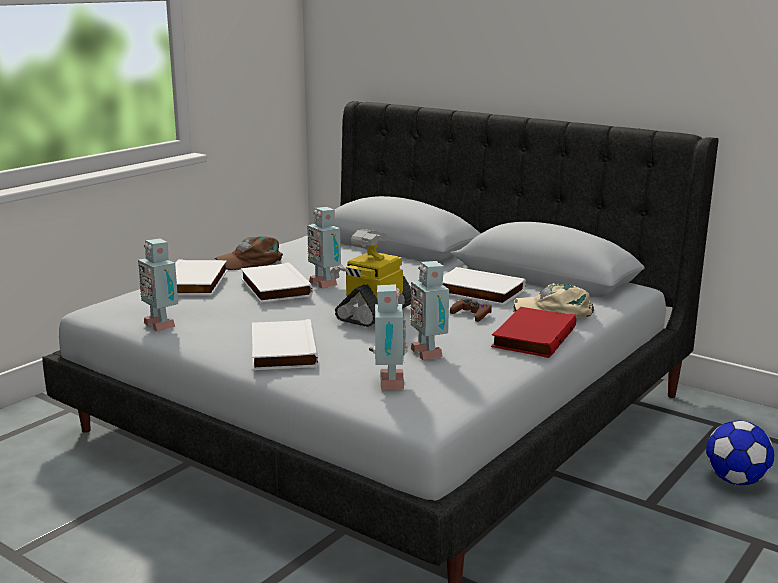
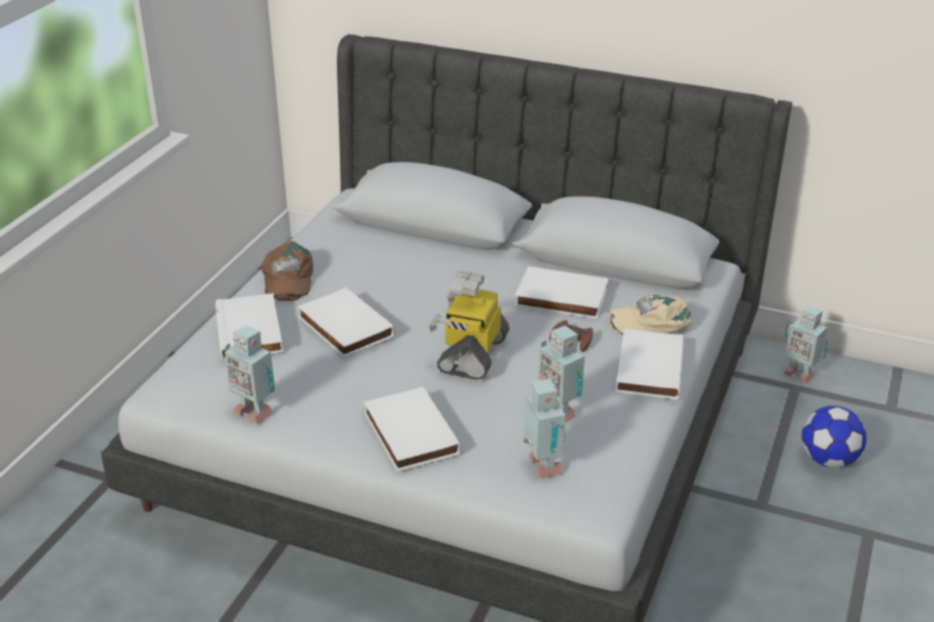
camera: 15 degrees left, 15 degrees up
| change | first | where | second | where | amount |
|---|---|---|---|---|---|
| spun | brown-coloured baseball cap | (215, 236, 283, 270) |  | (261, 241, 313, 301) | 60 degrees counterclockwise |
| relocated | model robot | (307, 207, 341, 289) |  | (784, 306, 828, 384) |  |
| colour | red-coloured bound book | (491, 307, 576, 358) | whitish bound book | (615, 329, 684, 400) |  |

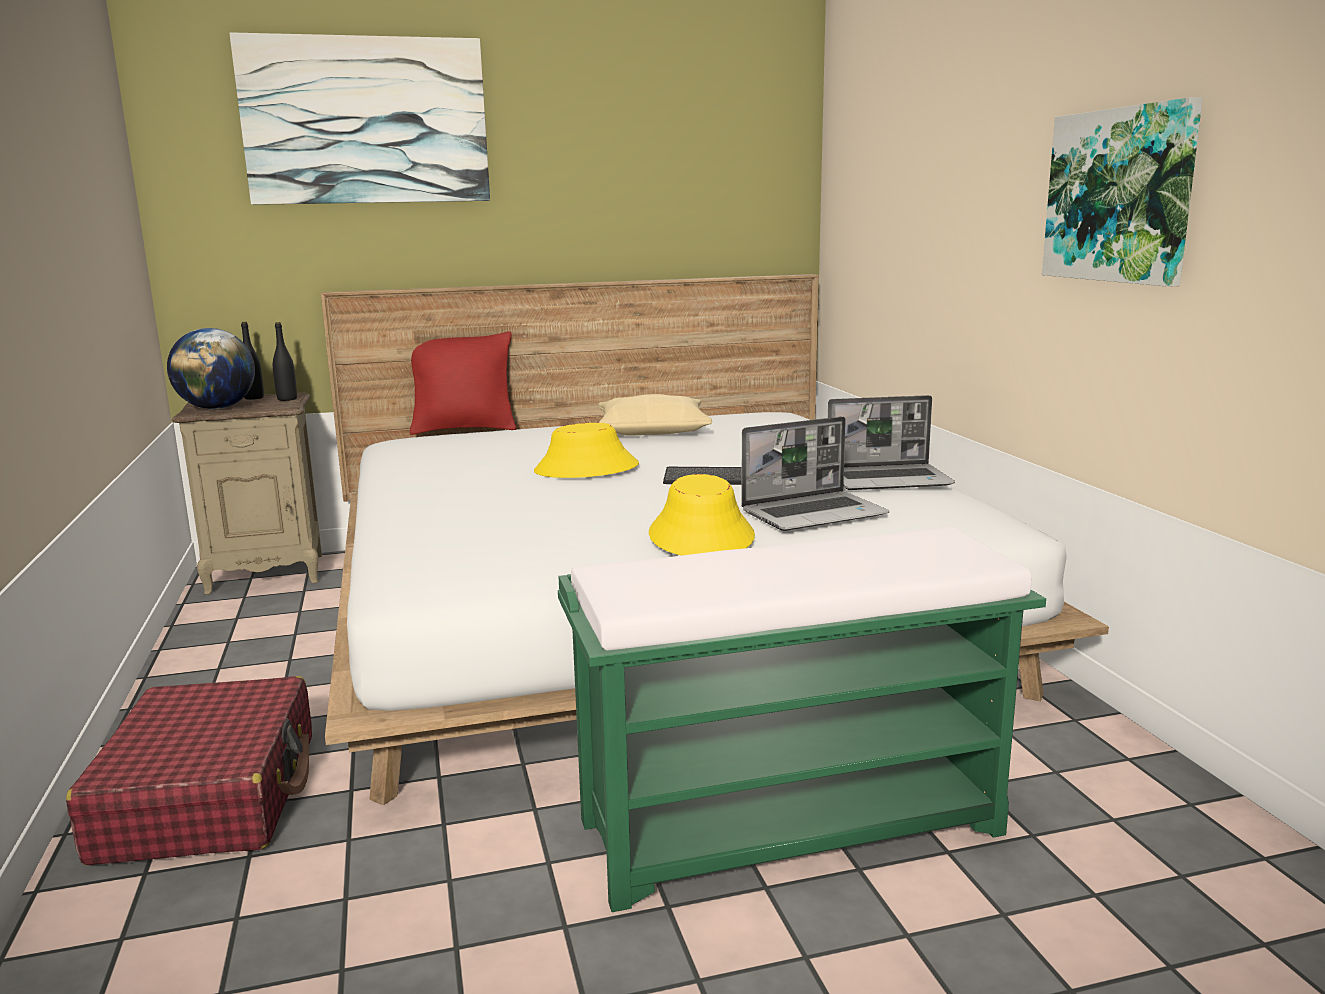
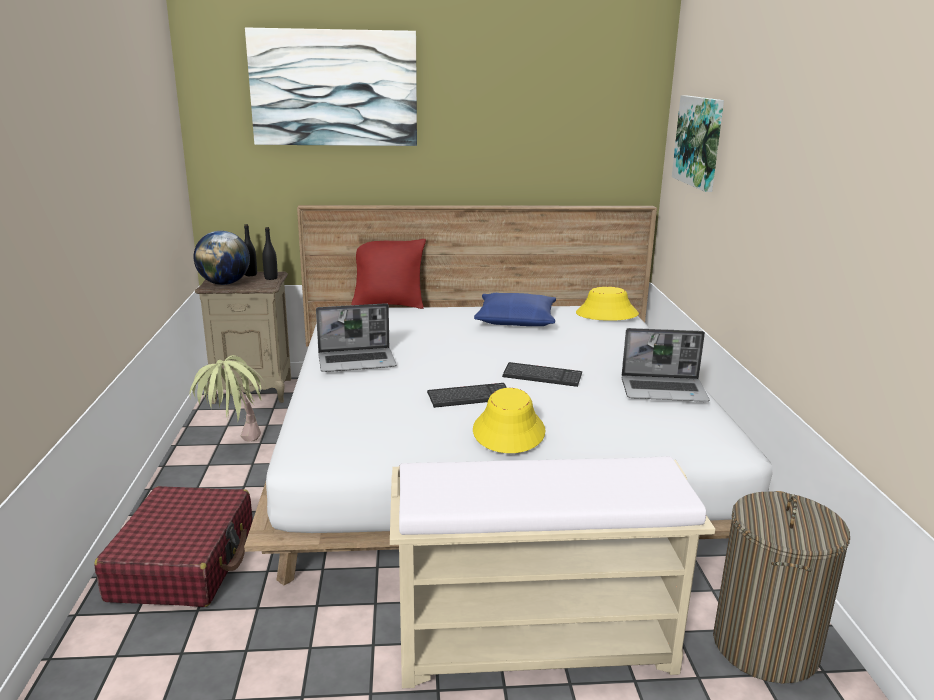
camera: 10 degrees right, 5 degrees up
| change | first | where | second | where | amount |
|---|---|---|---|---|---|
| relocated | yellow-coloured hat | (534, 423, 639, 478) |  | (576, 287, 639, 321) |  |
| colour | green long seat | (558, 526, 1046, 912) | beige long seat | (390, 456, 715, 688) |  |
| colour | beige throw pillow | (598, 394, 712, 436) | blue-coloured throw pillow | (474, 293, 556, 326) |  |
| relocated | laptop | (741, 416, 889, 531) |  | (316, 303, 396, 372) |  |
| relocated | wall picture | (1042, 97, 1203, 287) |  | (672, 95, 724, 192) |  |
| appeared |  |  | plant in a pot | (189, 355, 266, 442) |  |
| appeared |  |  | keyboard | (427, 383, 507, 408) |  |
| appeared |  |  | hamper | (713, 491, 850, 684) |  |

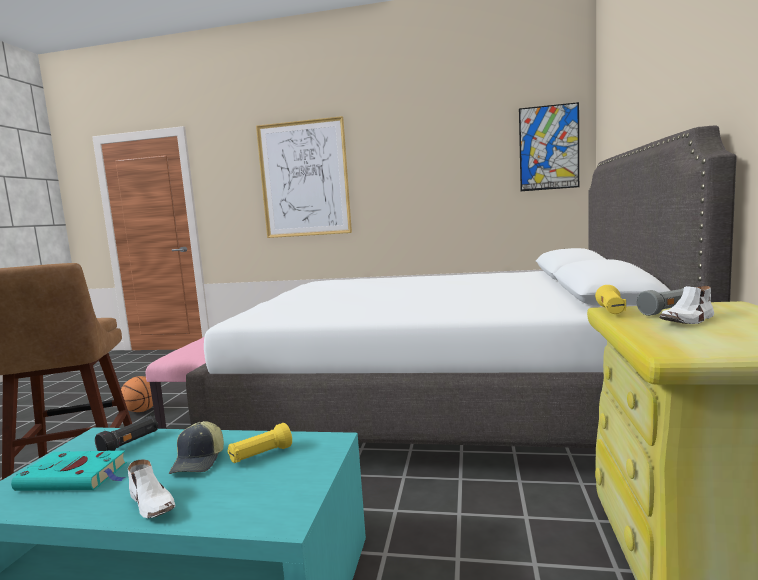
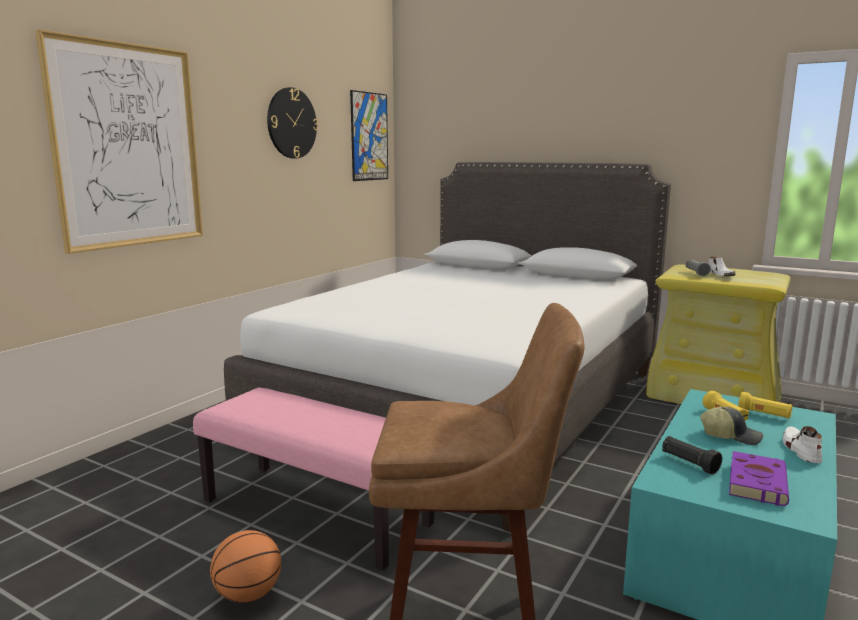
camera: 70 degrees left, 5 degrees up
| change | first | where | second | where | amount |
|---|---|---|---|---|---|
| colour | turquoise-coloured bound book | (11, 451, 127, 491) | purple bound book | (729, 451, 789, 506) |  |
| spun | whitish shoe | (128, 460, 175, 518) |  | (783, 426, 822, 464) | 60 degrees counterclockwise |
| relocated | yellow-coloured flashlight | (595, 285, 626, 314) |  | (738, 392, 792, 419) |  |
| appeared |  |  | hanging clock | (267, 87, 318, 159) |  |

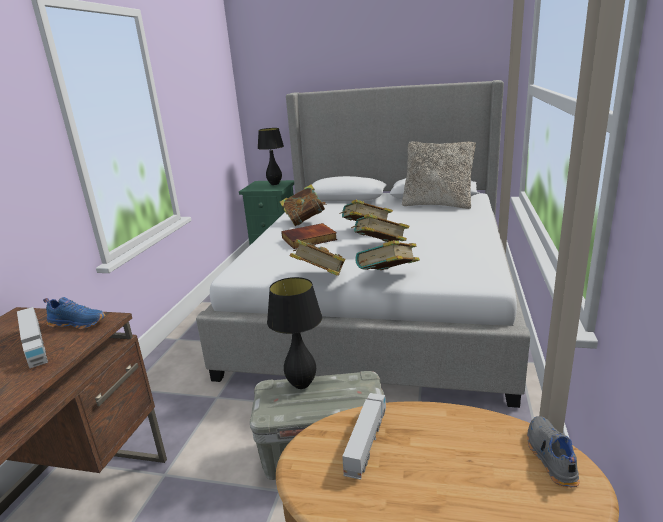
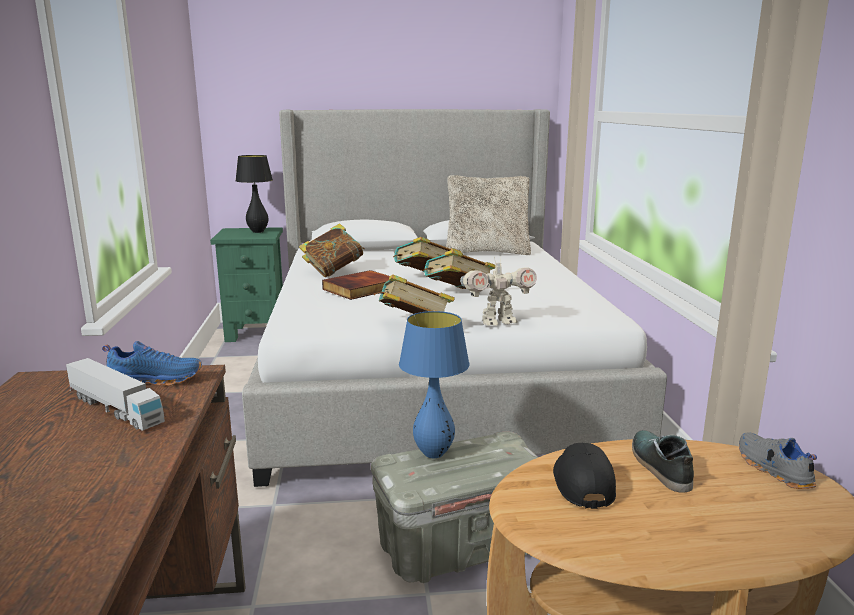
camera: 20 degrees left, 5 degrees down
| change | first | where | second | where | amount |
|---|---|---|---|---|---|
| colour | black-coloured tabletop lamp | (267, 277, 322, 389) | blue-coloured tabletop lamp | (399, 311, 470, 458) |  |
| exchanged | toy lorry | (342, 393, 386, 480) | black-coloured baseball cap | (553, 443, 616, 509) |  |
| exchanged | bound book | (355, 240, 420, 270) | model robot | (460, 257, 537, 326) |  |
| appeared |  |  | shoe | (632, 430, 694, 492) |  |

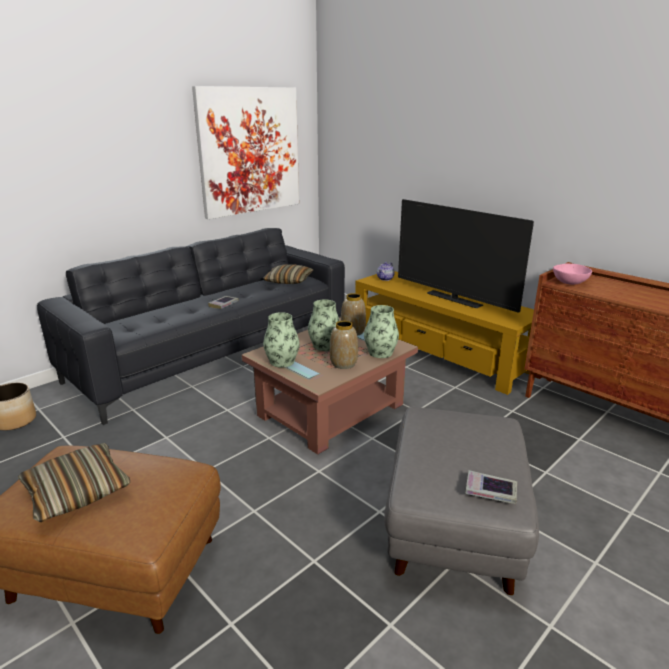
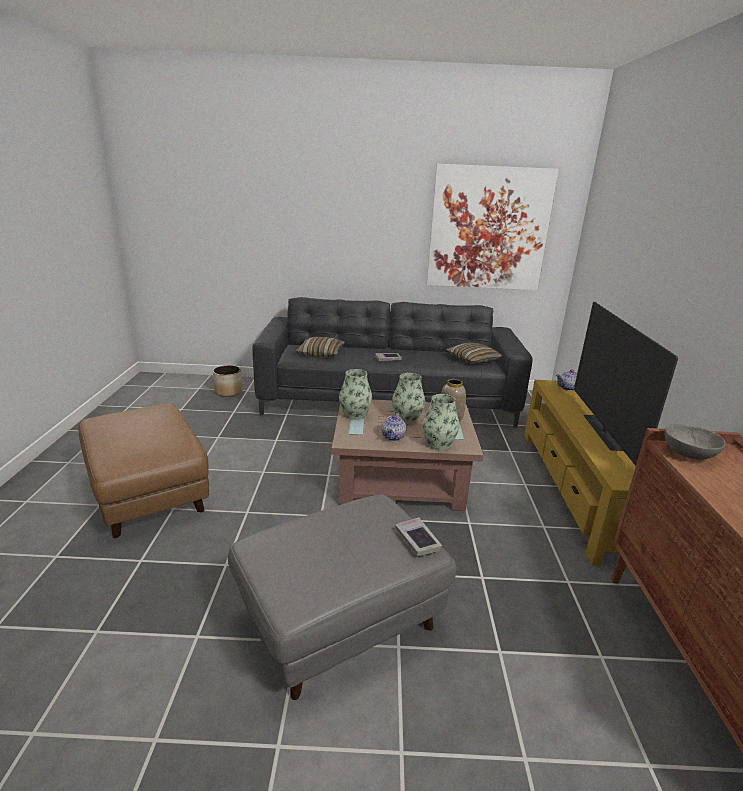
camera: 45 degrees right, 0 degrees up
| change | first | where | second | where | amount |
|---|---|---|---|---|---|
| relocated | throw pillow | (18, 443, 130, 523) |  | (296, 337, 345, 357) |  |
| exchanged | decorative vase | (330, 321, 358, 369) | tea pot | (381, 413, 406, 441) |  |
| relocated | bound book | (465, 470, 517, 504) |  | (395, 517, 442, 556) |  |
| colour | pink-coloured serving bowl | (553, 263, 592, 285) | grey serving bowl | (665, 424, 726, 460) |  |

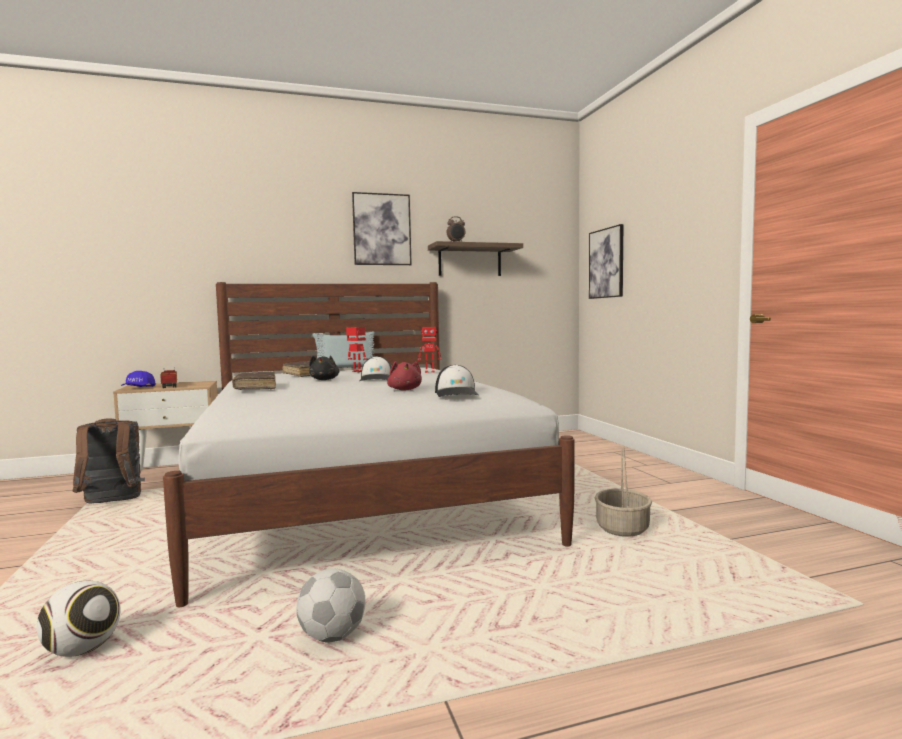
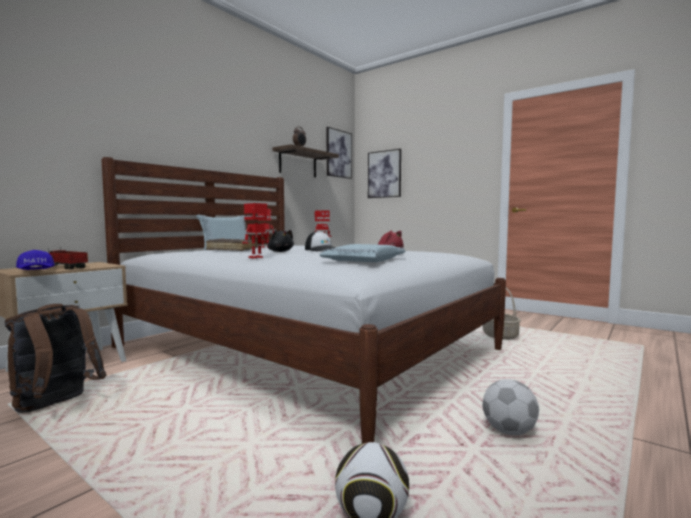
camera: 35 degrees left, 0 degrees up
| change | first | where | second | where | amount |
|---|---|---|---|---|---|
| exchanged | brown-coloured bound book | (232, 371, 276, 390) | model robot | (243, 203, 268, 258) |  |
| relocated | wall picture | (352, 192, 412, 265) |  | (327, 127, 352, 179) |  |
| missing | baseball cap | (435, 364, 478, 397) |  |  |  |
| appeared |  |  | blue-coloured throw pillow | (320, 244, 405, 262) |  |

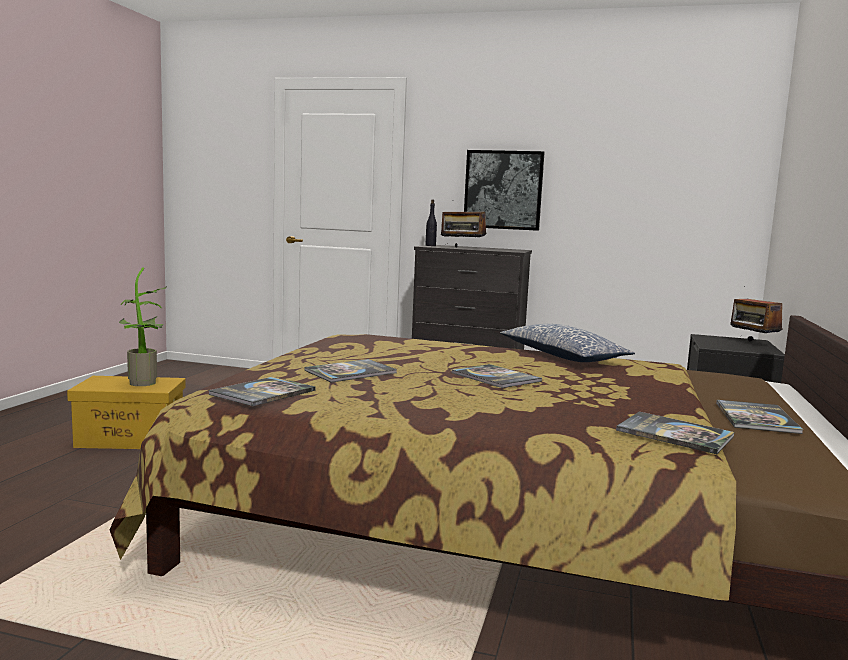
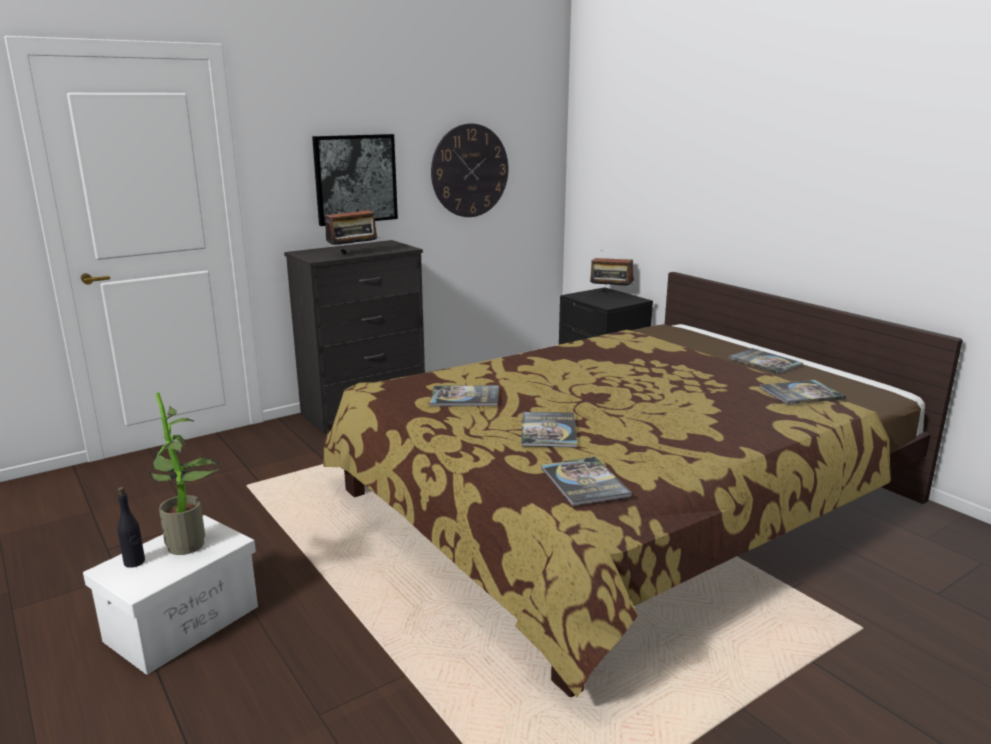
camera: 50 degrees left, 10 degrees up
| change | first | where | second | where | amount |
|---|---|---|---|---|---|
| colour | yellow-coloured storage bin | (67, 376, 186, 449) | whitish storage bin | (83, 515, 258, 675) |  |
| relocated | black-coloured bottle | (425, 199, 437, 246) |  | (118, 487, 145, 568) |  |
| relocated | bound book | (451, 364, 542, 388) |  | (429, 385, 499, 406) |  |
| missing | throw pillow | (500, 324, 635, 362) |  |  |  |
| appeared |  |  | hanging clock | (431, 124, 508, 217) |  |

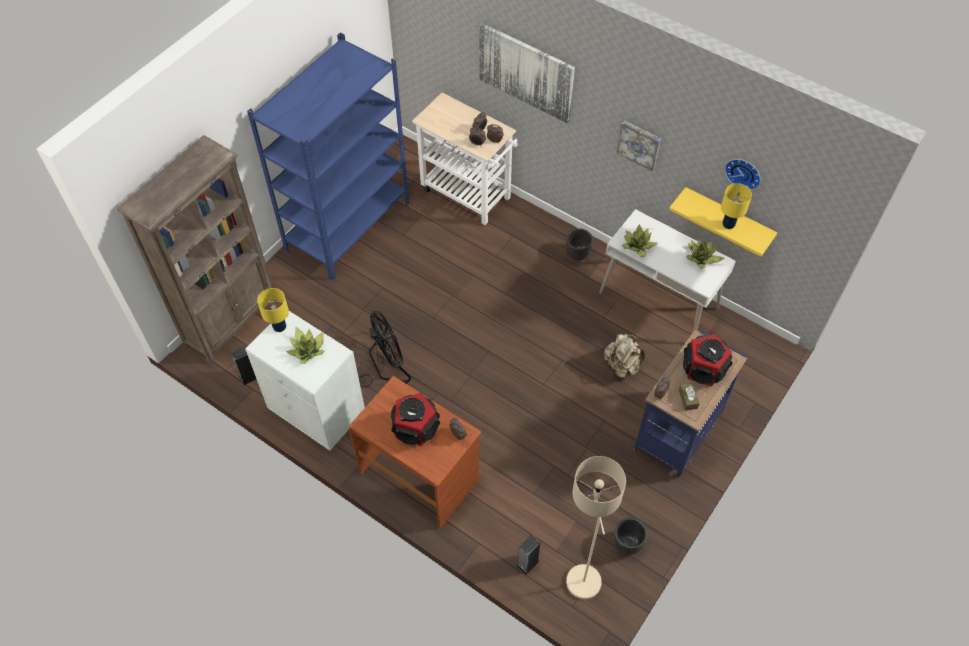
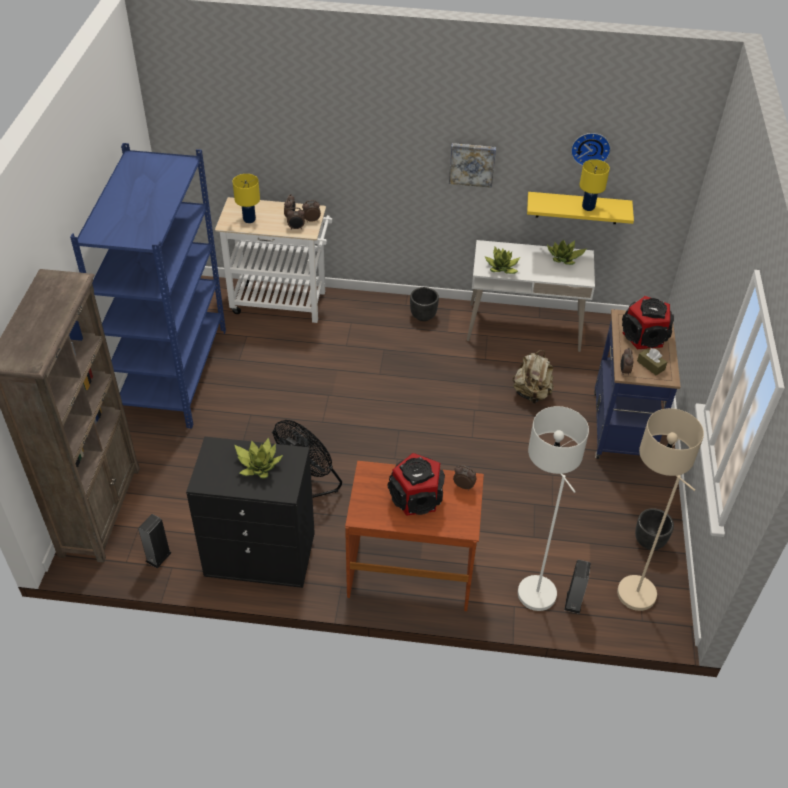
camera: 30 degrees left, 10 degrees down
| change | first | where | second | where | amount |
|---|---|---|---|---|---|
| colour | whitish cupboard | (245, 311, 365, 451) | black-coloured cupboard | (186, 437, 315, 588) |  |
| relocated | yellow-coloured tabletop lamp | (257, 288, 289, 332) |  | (233, 174, 260, 223) |  |
| missing | wall picture | (479, 23, 575, 123) |  |  |  |
| appeared |  |  | whitish standard lamp | (518, 406, 589, 611) |  |

